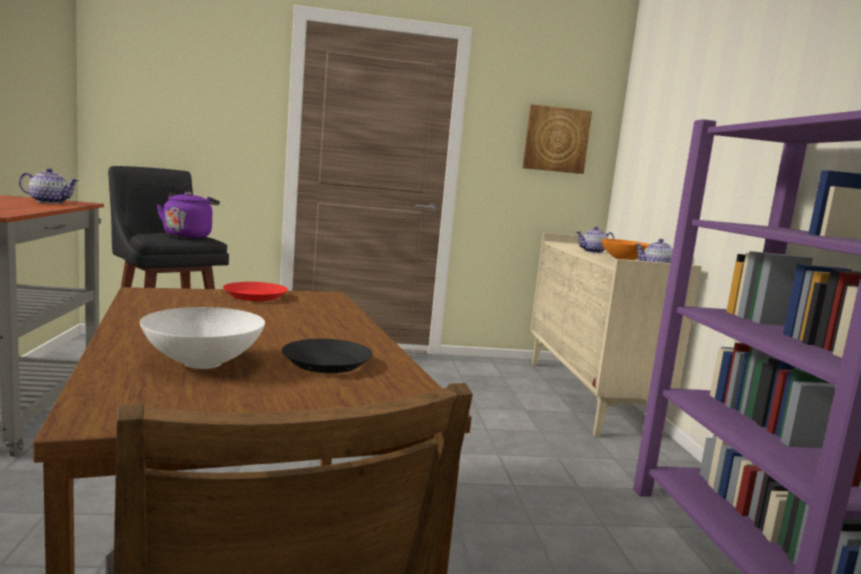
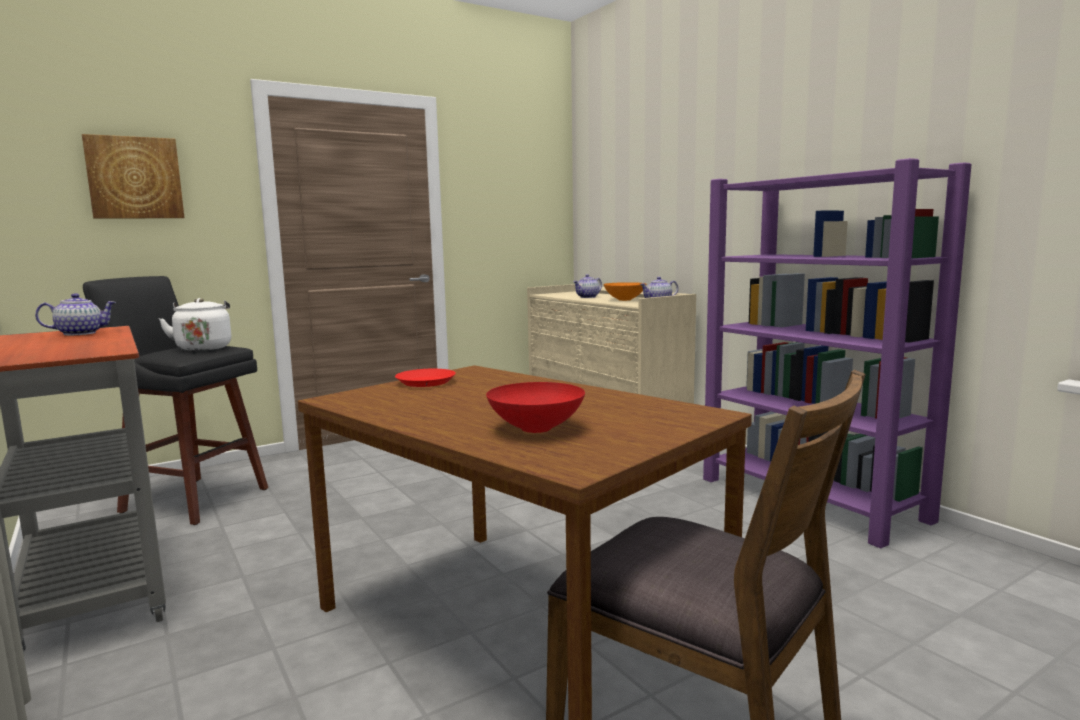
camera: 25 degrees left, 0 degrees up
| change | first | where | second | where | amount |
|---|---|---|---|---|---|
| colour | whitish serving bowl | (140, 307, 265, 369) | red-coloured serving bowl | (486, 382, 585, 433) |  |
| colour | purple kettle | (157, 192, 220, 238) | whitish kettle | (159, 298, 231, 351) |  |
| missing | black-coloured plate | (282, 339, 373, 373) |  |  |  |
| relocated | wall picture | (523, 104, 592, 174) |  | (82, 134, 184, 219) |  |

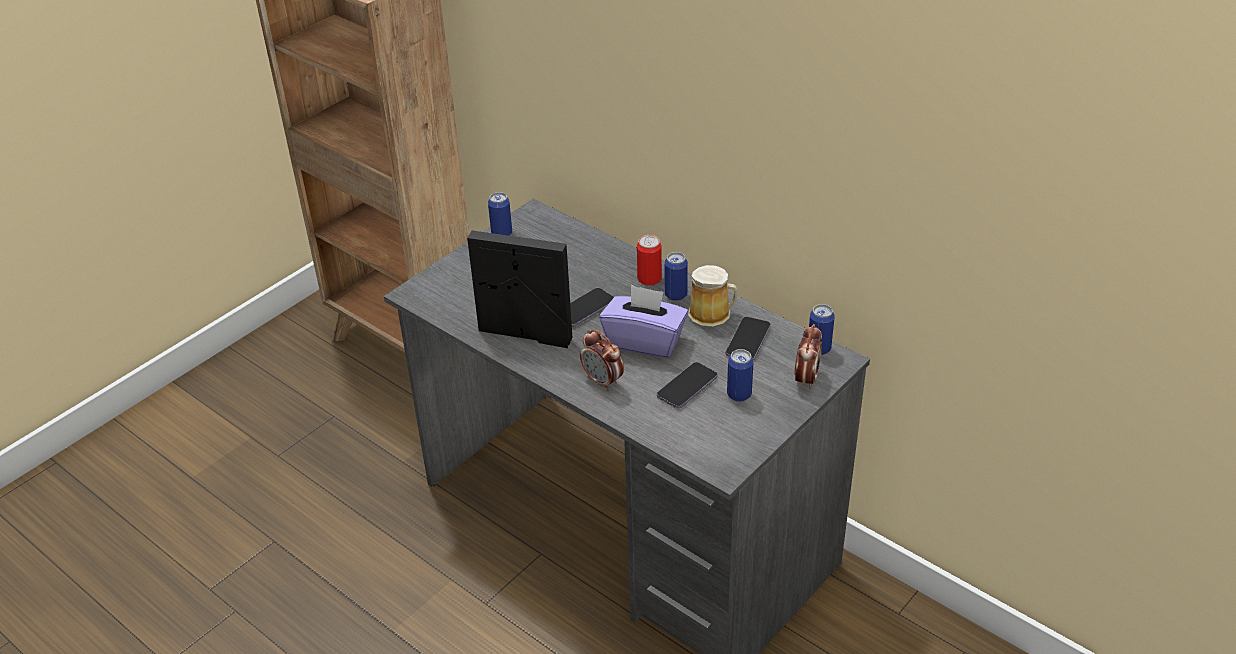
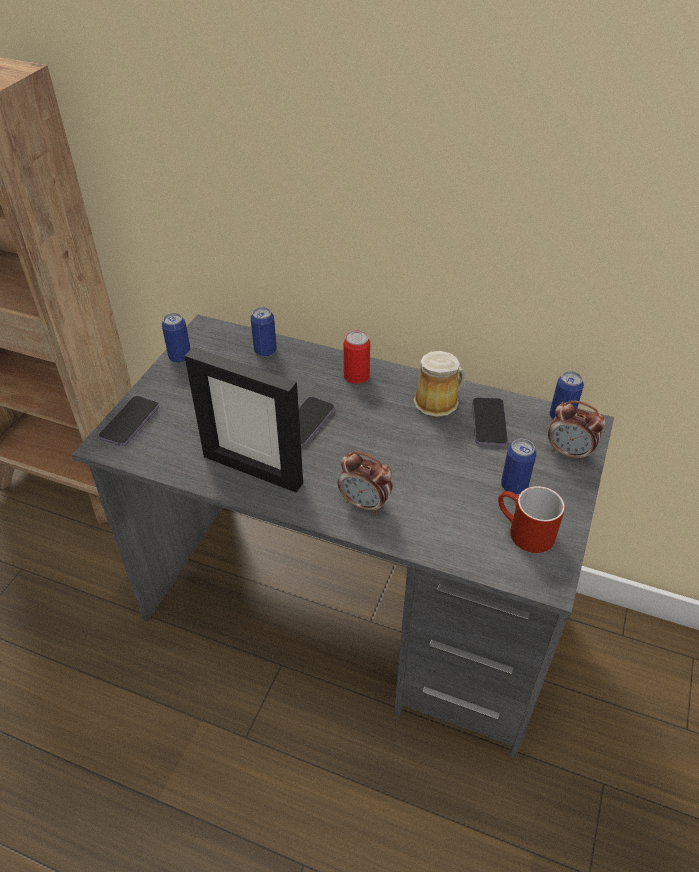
camera: 20 degrees left, 5 degrees up
| change | first | where | second | where | amount |
|---|---|---|---|---|---|
| spun | picture frame | (467, 231, 572, 348) |  | (185, 347, 303, 493) | 150 degrees counterclockwise |
| missing | purple tissue holder | (599, 285, 689, 358) |  |  |  |
| relocated | telephone | (657, 362, 718, 408) |  | (99, 396, 159, 446) |  |
| relocated | sealed can | (665, 252, 688, 301) |  | (251, 307, 277, 357) |  |
| spun | alarm clock | (795, 324, 822, 390) |  | (548, 400, 606, 462) | 120 degrees clockwise |
| appeared |  |  | red-coloured tea mug | (498, 486, 565, 553) |  |

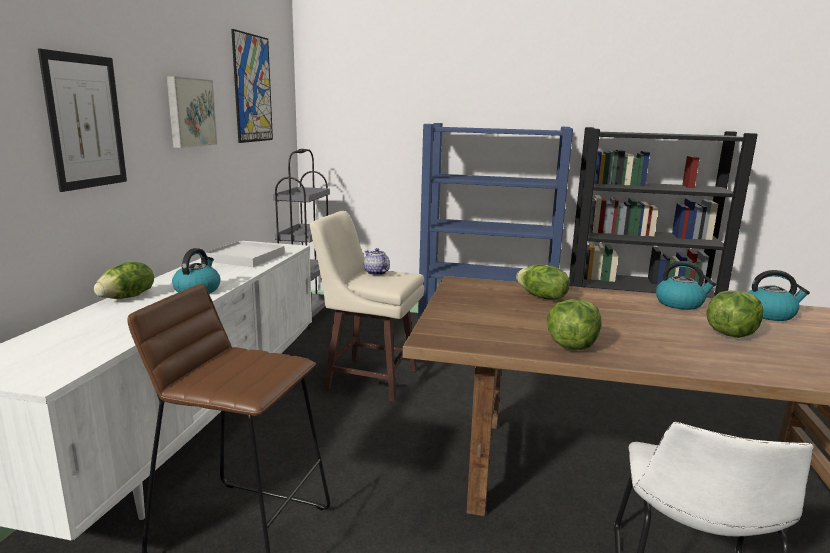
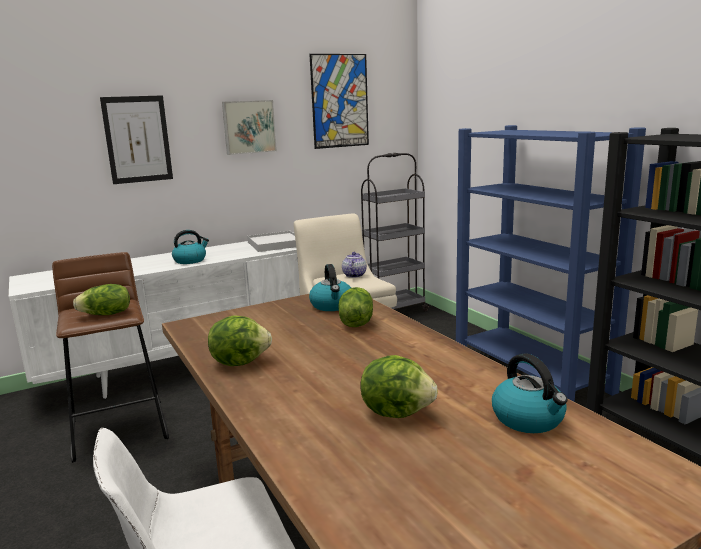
camera: 50 degrees right, 0 degrees up
| change | first | where | second | where | amount |
|---|---|---|---|---|---|
| relocated | lettuce | (94, 262, 154, 299) |  | (73, 284, 130, 315) |  |
| relocated | kettle | (656, 261, 717, 310) |  | (309, 264, 351, 311) |  |

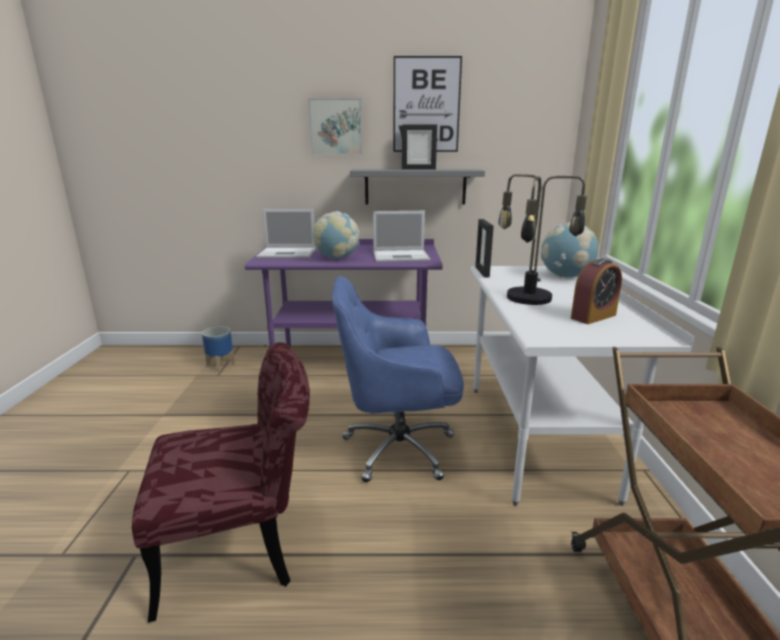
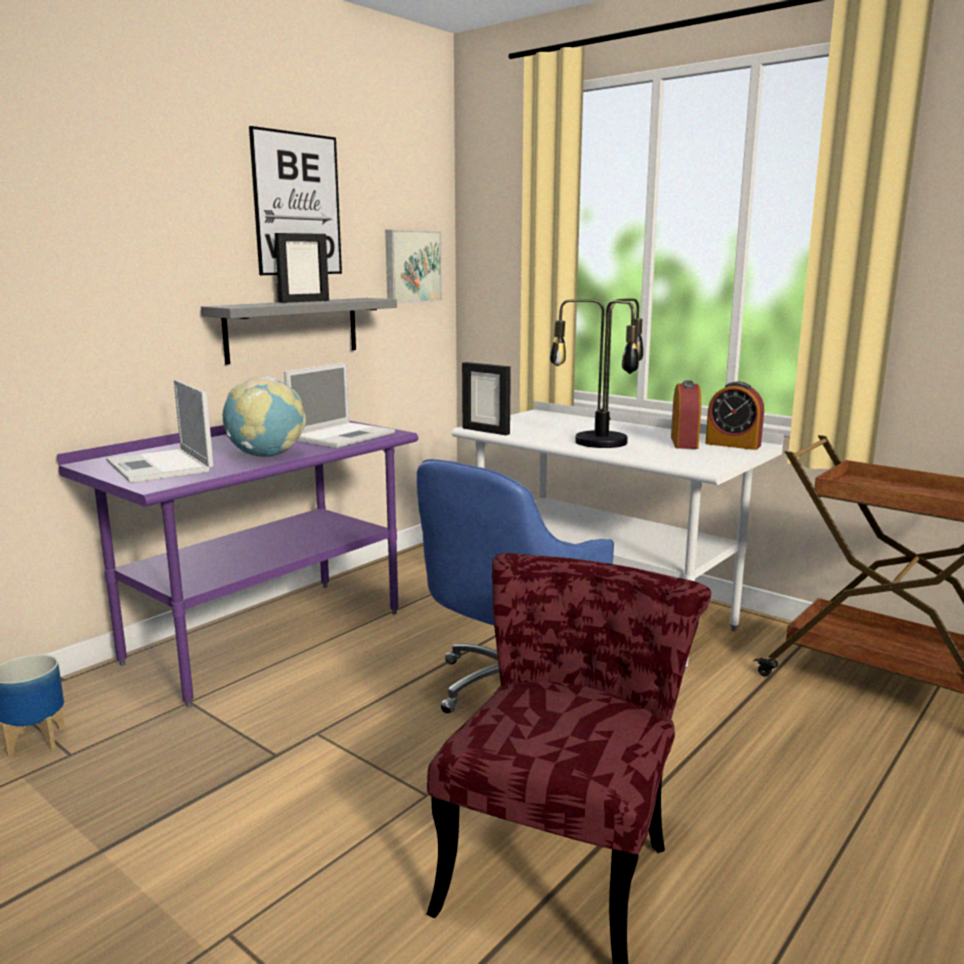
camera: 50 degrees left, 5 degrees down
| change | first | where | second | where | amount |
|---|---|---|---|---|---|
| spun | laptop | (256, 209, 316, 258) |  | (106, 380, 213, 483) | 105 degrees clockwise |
| relocated | wall picture | (308, 98, 362, 155) |  | (385, 230, 442, 304) |  |
| missing | desk globe | (541, 222, 599, 277) |  |  |  |
| appeared |  |  | alarm clock | (705, 381, 764, 450) |  |

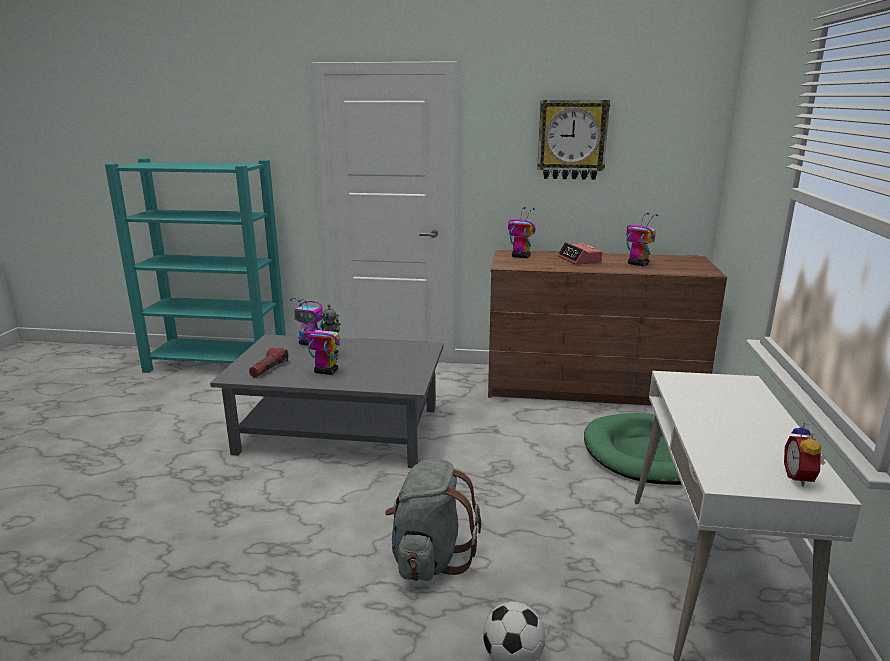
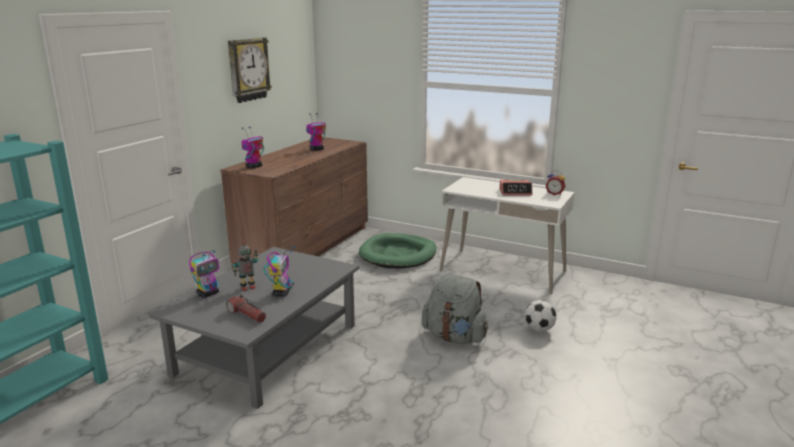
camera: 70 degrees left, 0 degrees up
| change | first | where | second | where | amount |
|---|---|---|---|---|---|
| spun | model robot | (307, 313, 340, 375) |  | (263, 246, 296, 297) | 150 degrees clockwise |
| relocated | alarm clock | (558, 242, 603, 265) |  | (499, 180, 532, 195) |  |

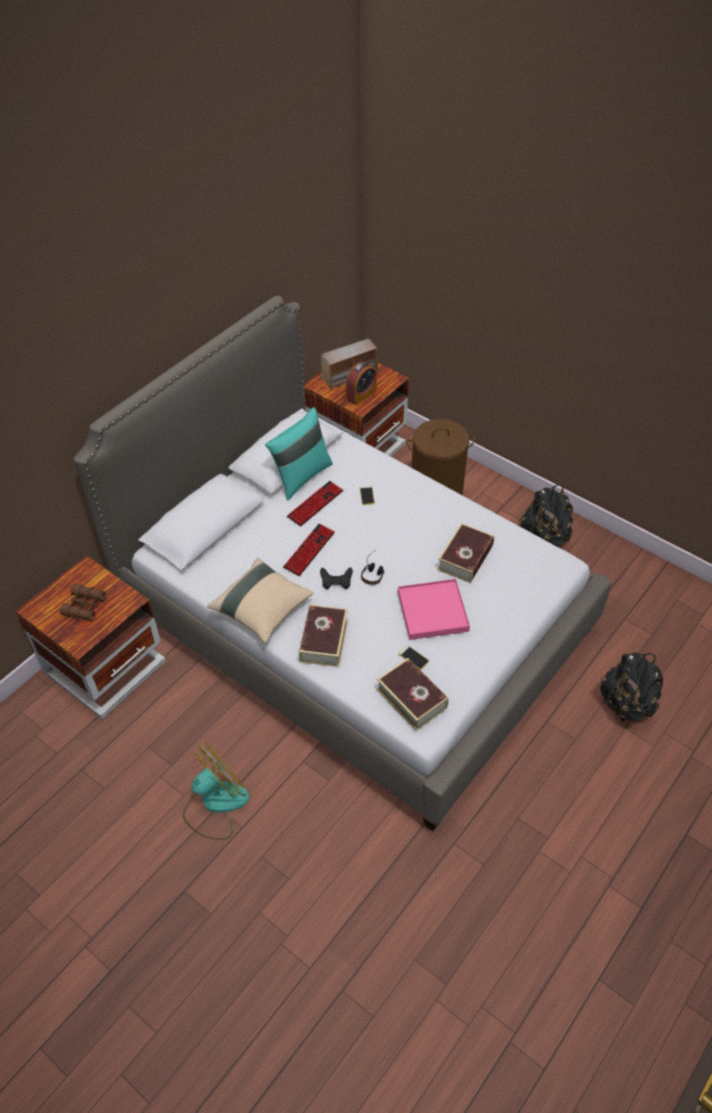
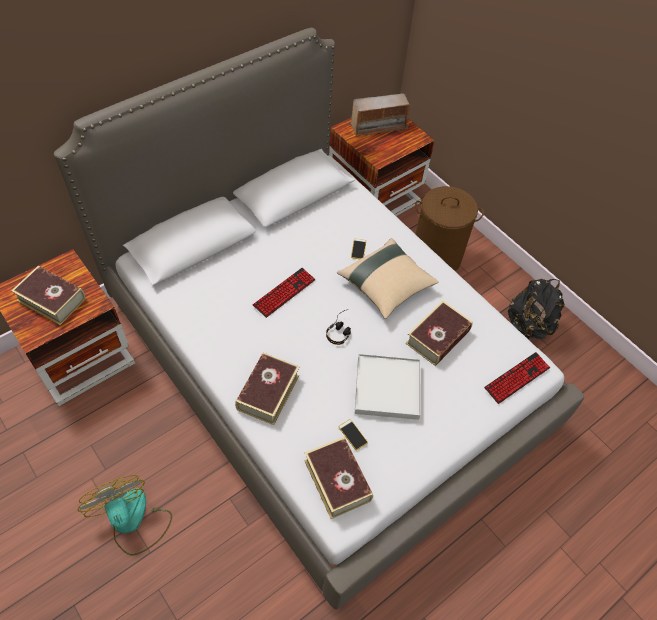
camera: 10 degrees right, 5 degrees up
| change | first | where | second | where | amount |
|---|---|---|---|---|---|
| exchanged | brown-coloured field glasses | (60, 584, 105, 621) | bound book | (11, 265, 86, 325) |  |
| spun | fan | (183, 742, 250, 840) |  | (78, 475, 172, 556) | 90 degrees counterclockwise |
| relocated | beige throw pillow | (207, 558, 314, 643) |  | (337, 238, 439, 319) |  |
| missing | turquoise-coloured throw pillow | (265, 407, 333, 501) |  |  |  |
| relocated | keyboard | (287, 481, 343, 527) |  | (484, 352, 550, 404) |  |
| missing | black-coloured gamepad | (320, 567, 353, 589) |  |  |  |
| missing | alarm clock | (346, 362, 377, 405) |  |  |  |
| colour | pink-coloured carrying tray | (398, 579, 470, 640) | whitish carrying tray | (355, 354, 421, 420) |  |
| missing | black-coloured rucksack | (600, 652, 663, 722) |  |  |  |

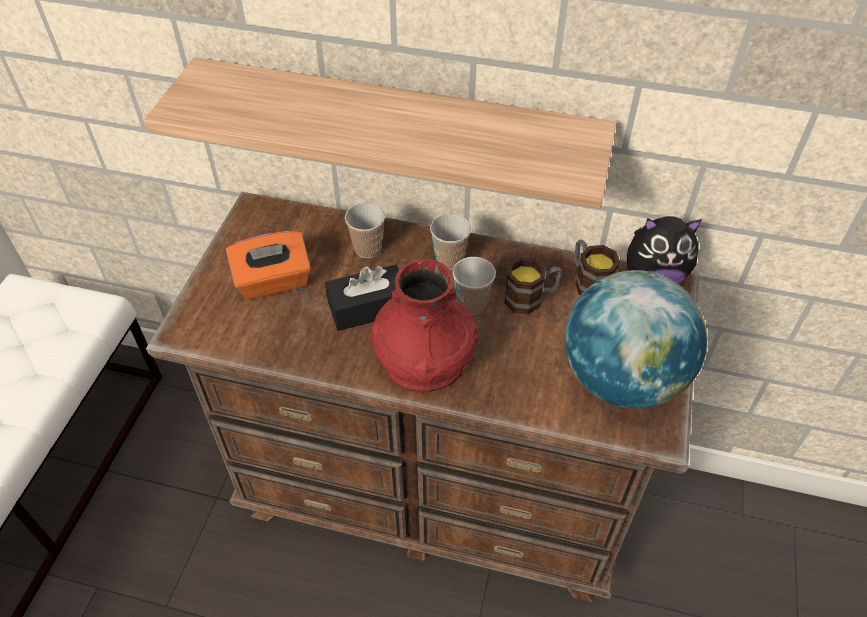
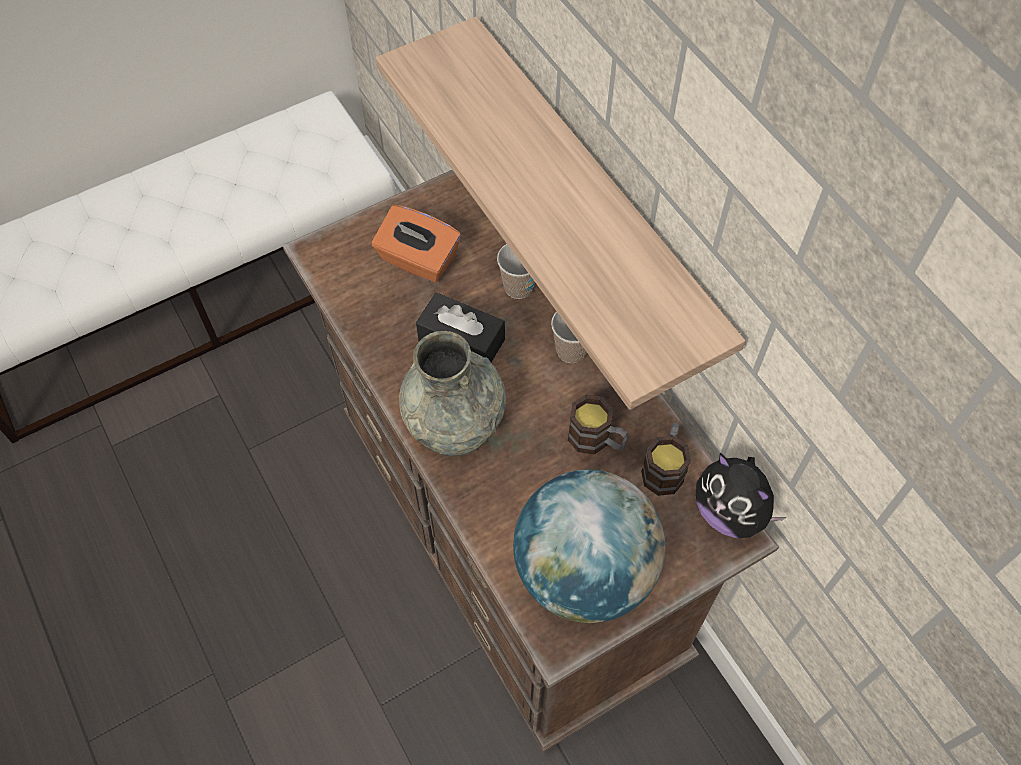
camera: 45 degrees right, 10 degrees up
| change | first | where | second | where | amount |
|---|---|---|---|---|---|
| colour | red-coloured decorative vase | (371, 259, 478, 392) | grey decorative vase | (399, 331, 506, 457) |  |
| missing | drinking cup | (453, 257, 496, 315) |  |  |  |

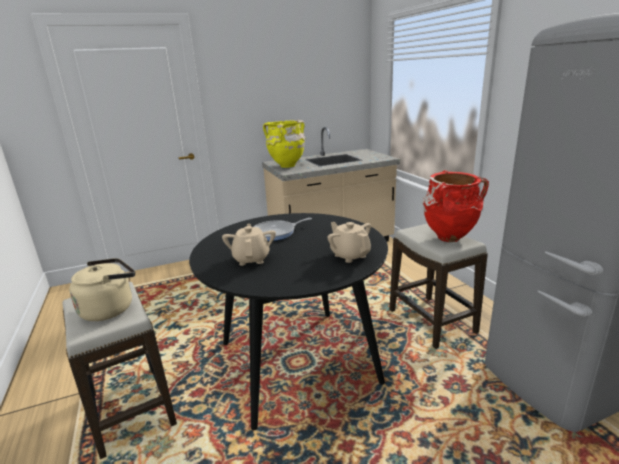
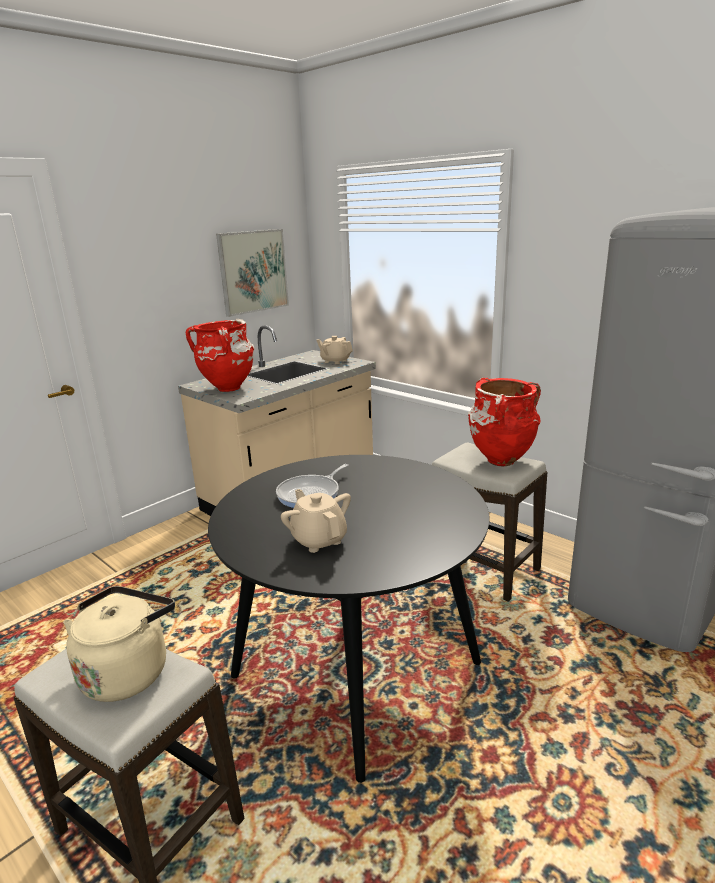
camera: 25 degrees left, 0 degrees up
| change | first | where | second | where | amount |
|---|---|---|---|---|---|
| colour | yellow-coloured decorative vase | (263, 120, 305, 168) | red-coloured decorative vase | (186, 319, 254, 392) |  |
| relocated | beige tea pot | (327, 222, 371, 263) |  | (316, 336, 353, 364) |  |
| appeared |  |  | wall picture | (216, 229, 289, 317) |  |

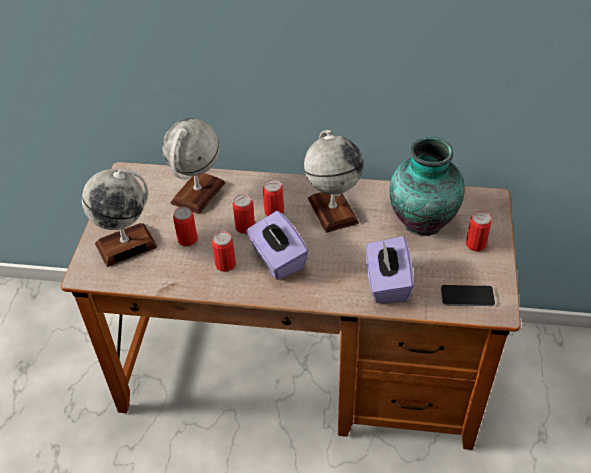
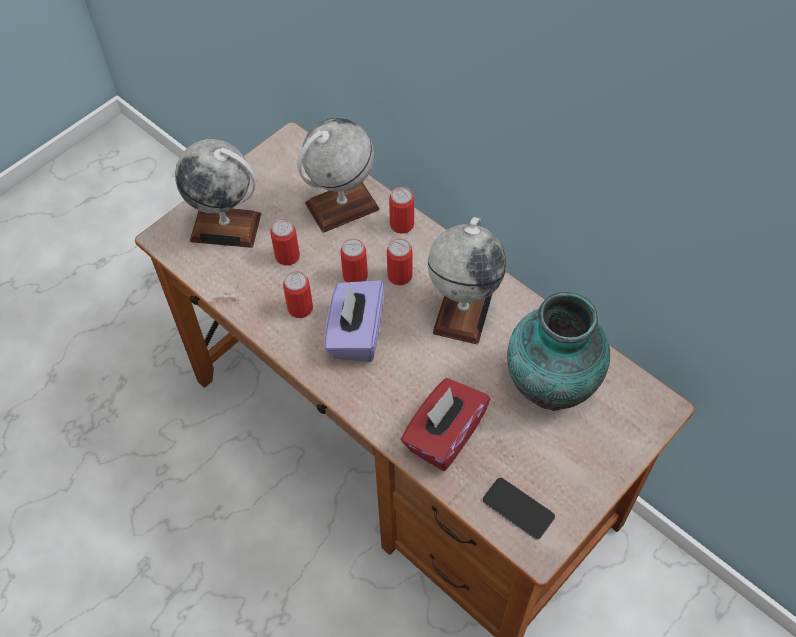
camera: 35 degrees right, 10 degrees up
| change | first | where | second | where | amount |
|---|---|---|---|---|---|
| colour | purple tissue holder | (366, 236, 414, 303) | red-coloured tissue holder | (401, 378, 490, 471) |  |
| relocated | sealed can | (466, 211, 492, 251) |  | (389, 187, 414, 234) |  |

